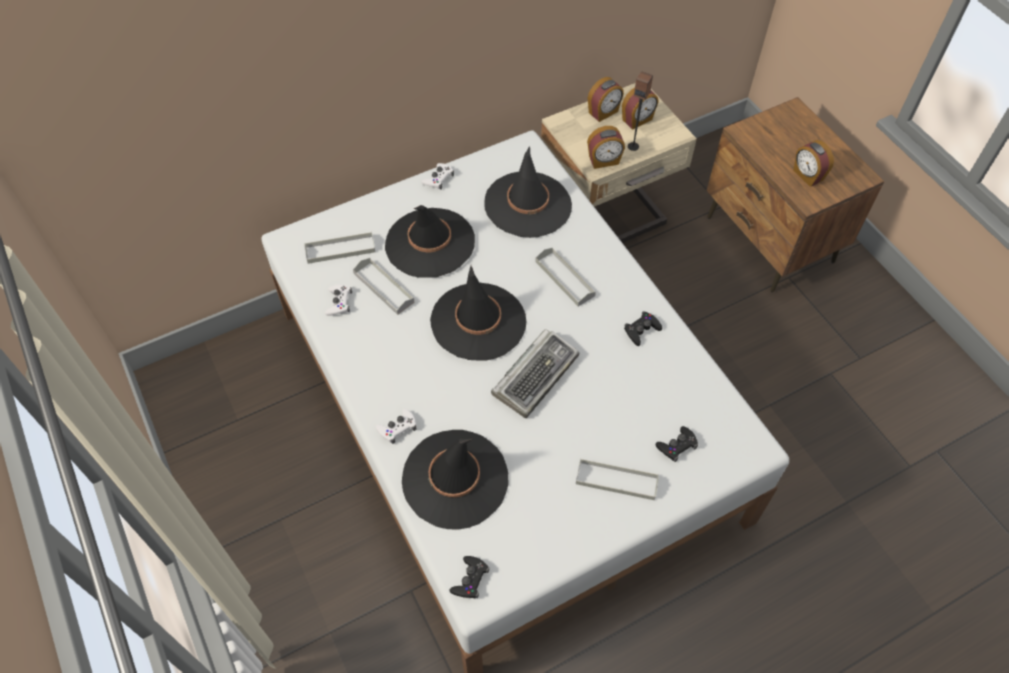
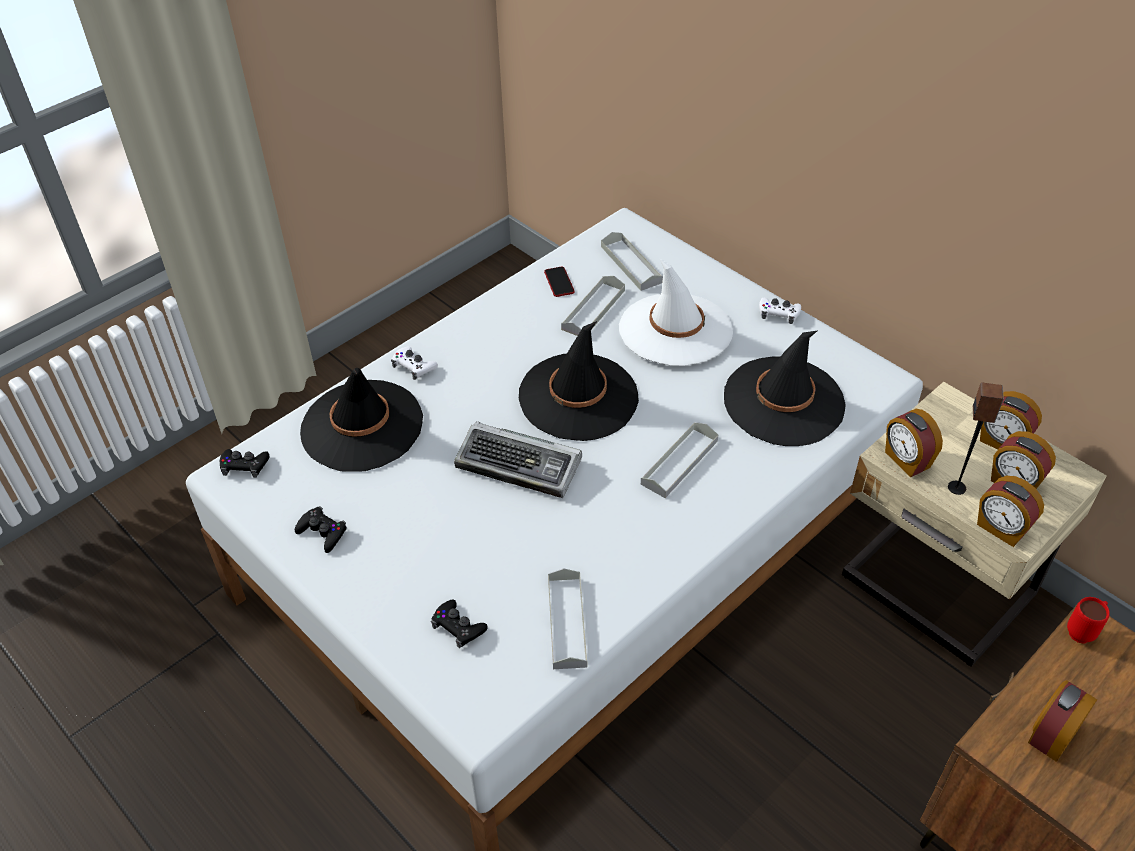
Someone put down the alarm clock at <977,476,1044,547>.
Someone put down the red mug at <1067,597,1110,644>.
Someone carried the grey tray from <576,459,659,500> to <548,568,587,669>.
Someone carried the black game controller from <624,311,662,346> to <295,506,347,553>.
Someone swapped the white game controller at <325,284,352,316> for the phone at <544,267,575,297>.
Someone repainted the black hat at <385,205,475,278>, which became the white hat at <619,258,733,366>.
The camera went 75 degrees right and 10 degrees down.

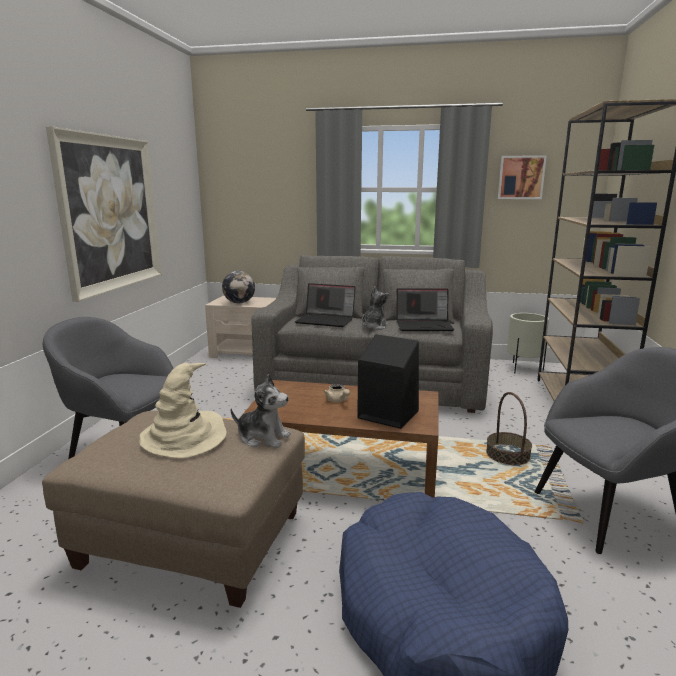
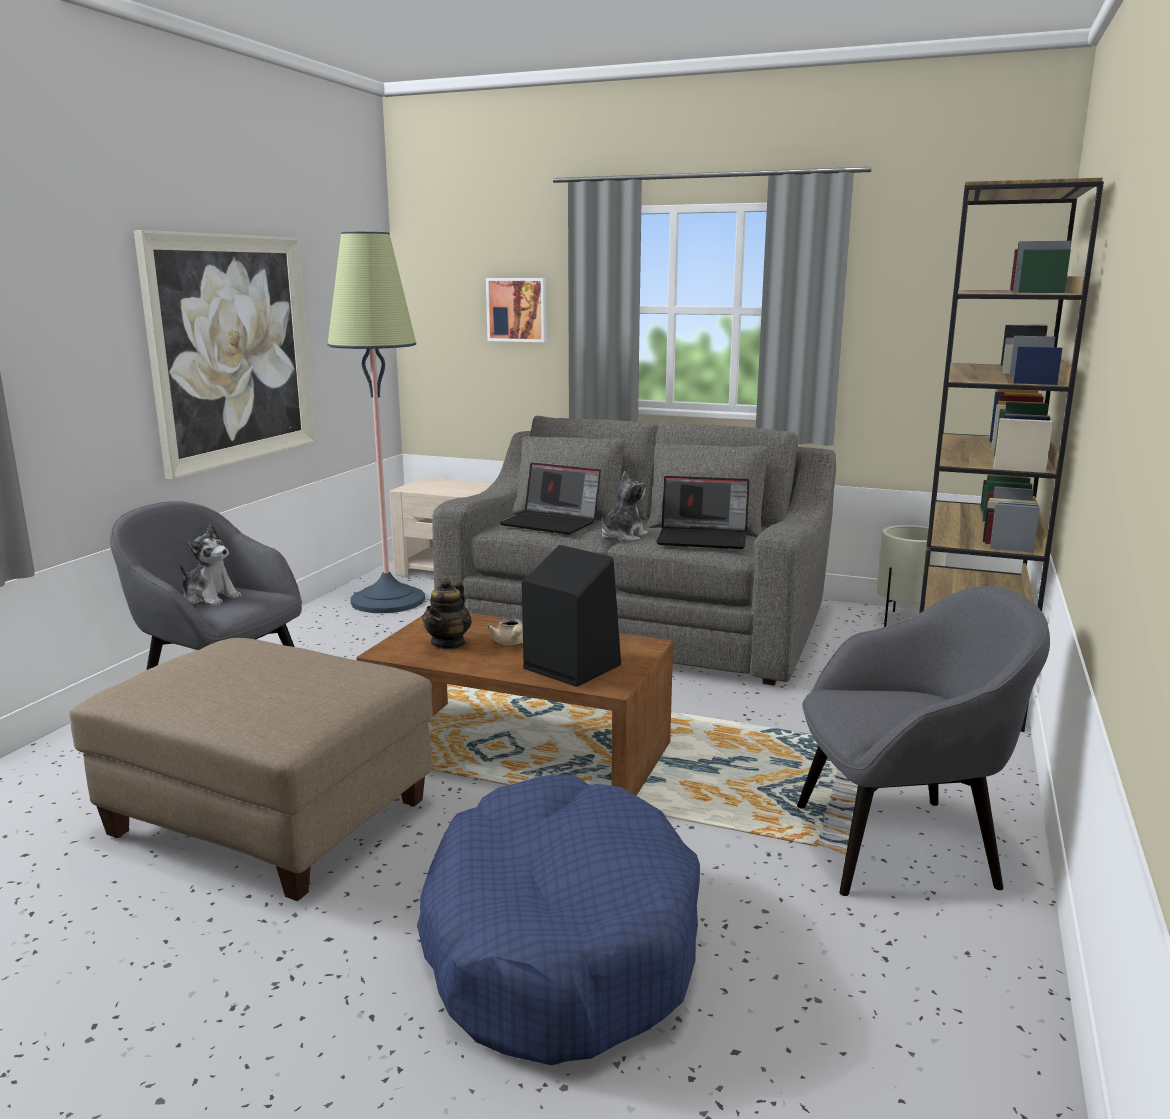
Someone took away the beige hat at <140,363,227,458>.
Someone took away the globe at <222,271,255,303>.
Someone took away the basket at <486,392,532,465>.
Someone put down the floor lamp at <327,232,425,613>.
Someone put down the teapot at <422,578,472,650>.
Someone carried the plush toy from <231,374,291,448> to <180,525,241,606>.
Someone carried the picture from <498,155,547,199> to <486,278,547,342>.
The camera went 10 degrees right and 0 degrees up.

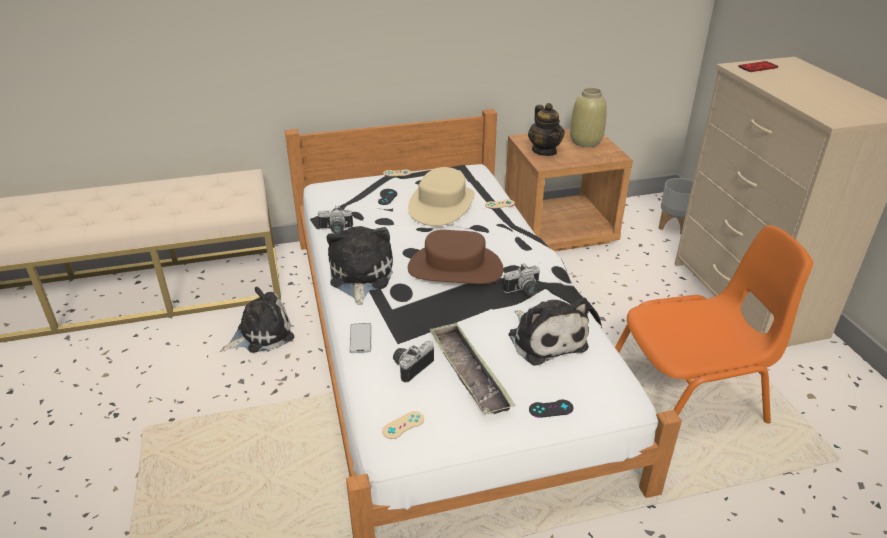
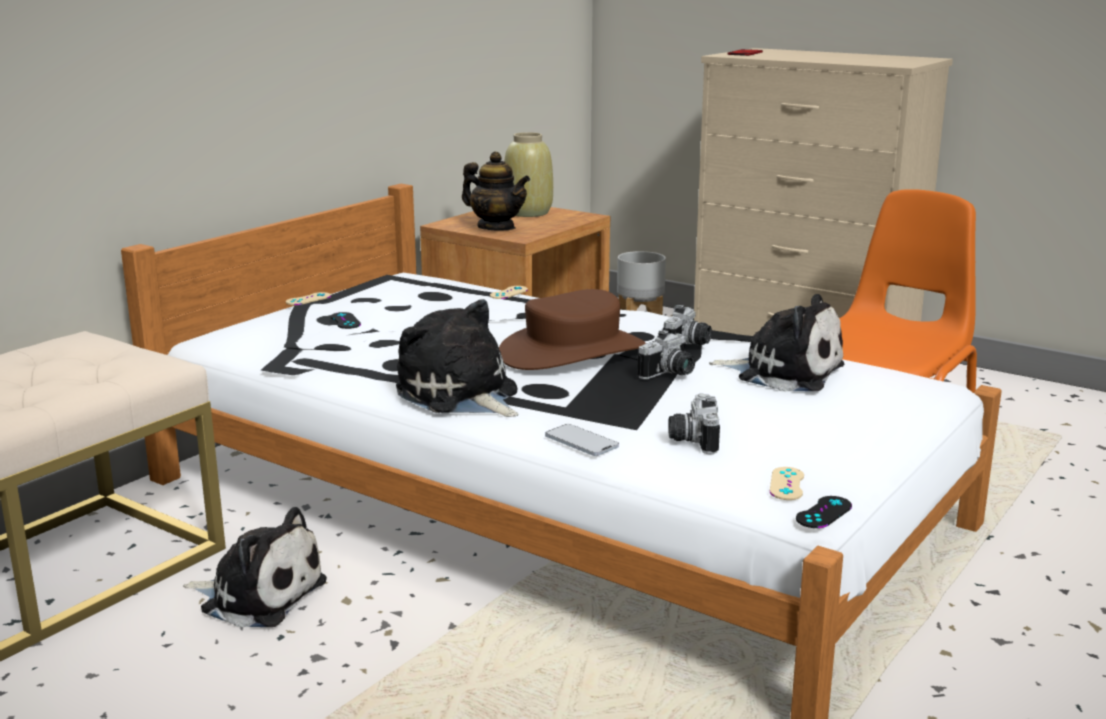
Someone took away the beige hat at <408,167,475,226>.
Someone took away the tray at <429,322,516,414>.
Someone carried the photo camera from <318,206,353,234> to <637,330,695,379>.
Someone carried the black game controller from <529,400,574,418> to <796,496,852,528>.
Someone rotated the plush toy at <222,287,294,353> by 90 degrees clockwise.
The camera went 40 degrees left and 15 degrees down.

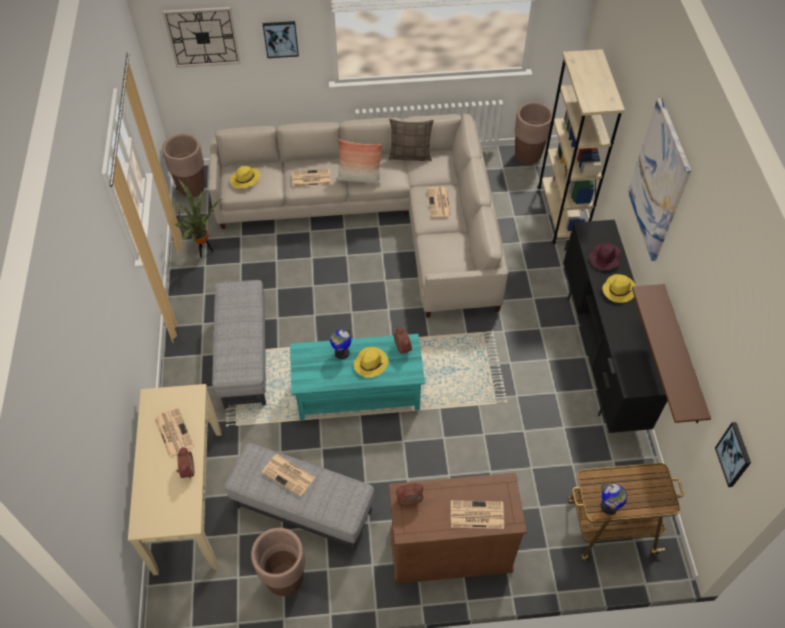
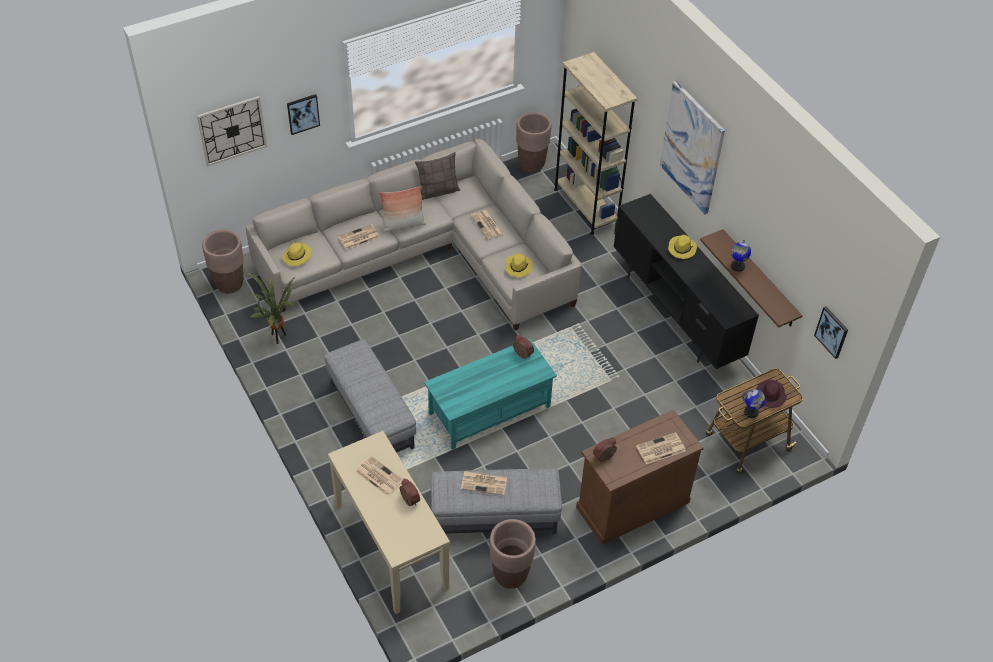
Someone carried the globe from <330,329,351,359> to <731,239,751,272>.
Someone carried the yellow hat from <354,347,389,378> to <505,253,533,277>.
Someone carried the purple hat from <589,243,622,270> to <756,380,787,408>.
The camera went 25 degrees left and 5 degrees down.

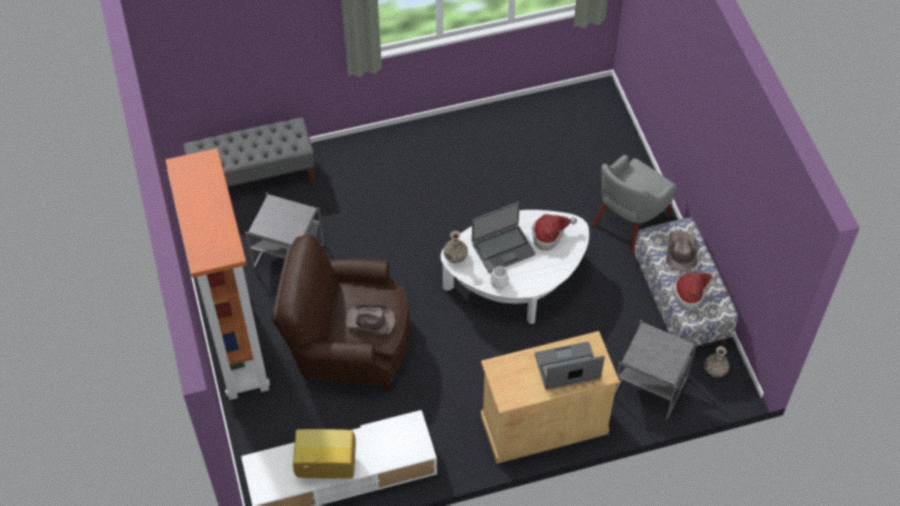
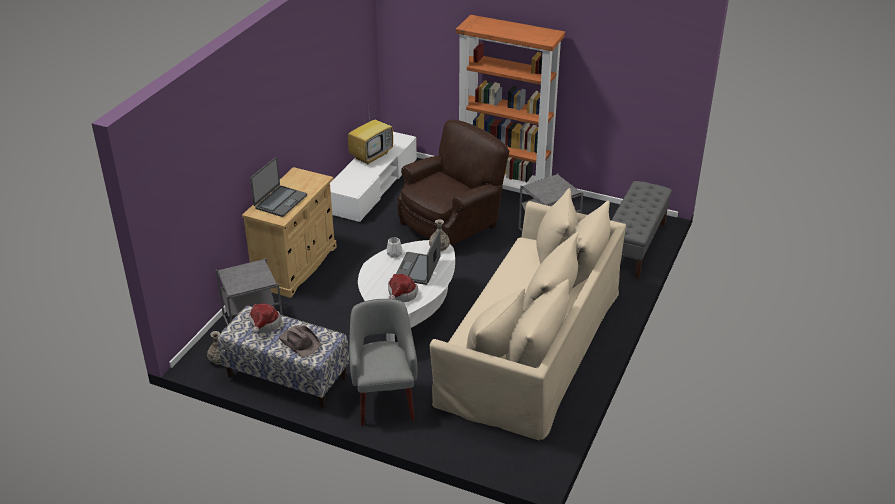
Someone took away the brown hat at <346,305,395,334>.
Someone put down the beige sofa at <430,188,626,440>.
The camera went 130 degrees right and 20 degrees down.

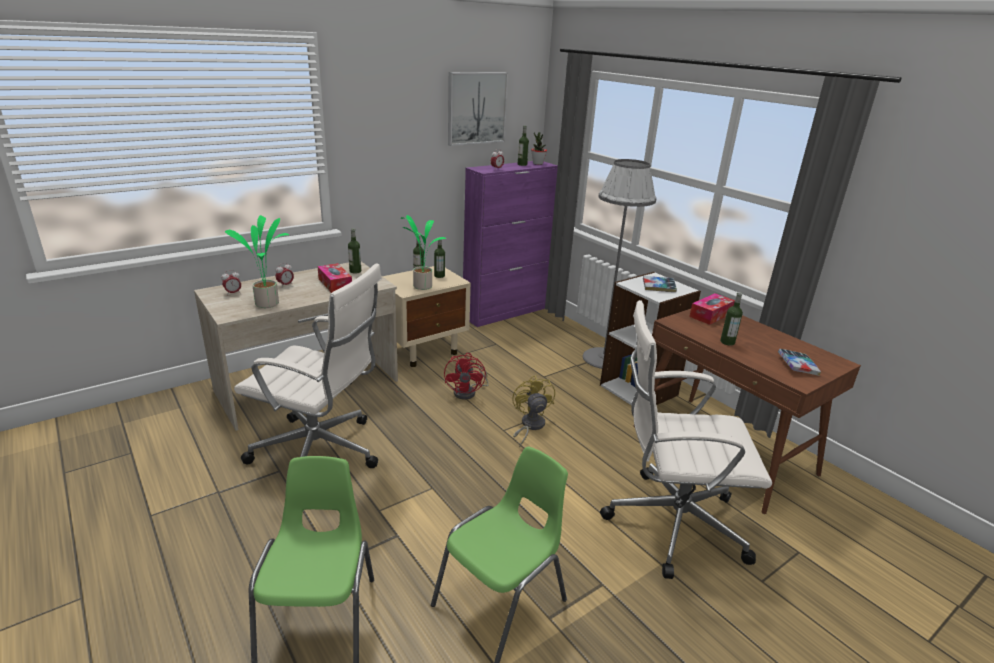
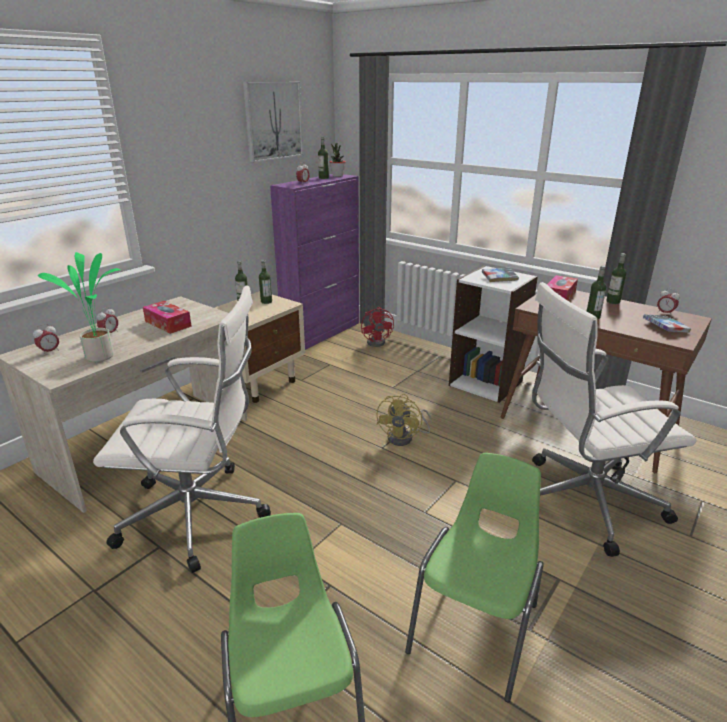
Someone took away the potted plant at <401,215,447,290>.
Someone took away the grey floor lamp at <583,159,656,369>.
Someone put down the alarm clock at <657,288,680,316>.
Someone carried the bottle from <348,228,361,274> to <606,253,627,304>.
Someone carried the red fan from <444,353,489,400> to <361,307,394,347>.
Someone rotated the yellow fan at <512,375,555,448> by 135 degrees counterclockwise.
The camera went 15 degrees left and 0 degrees up.

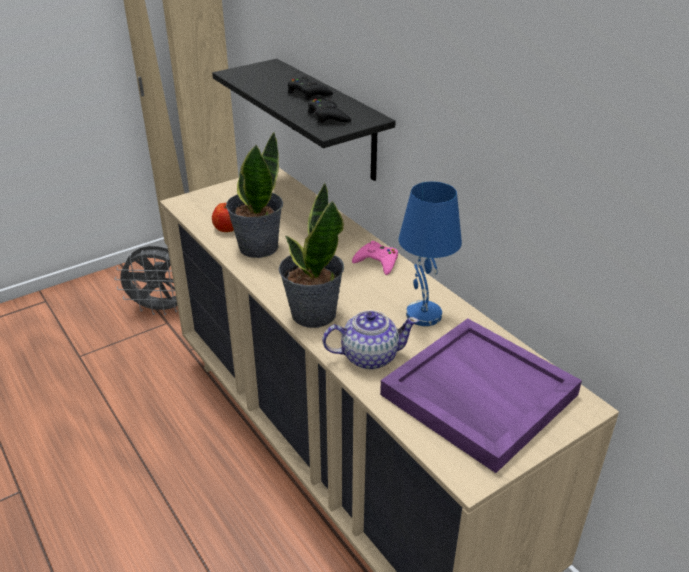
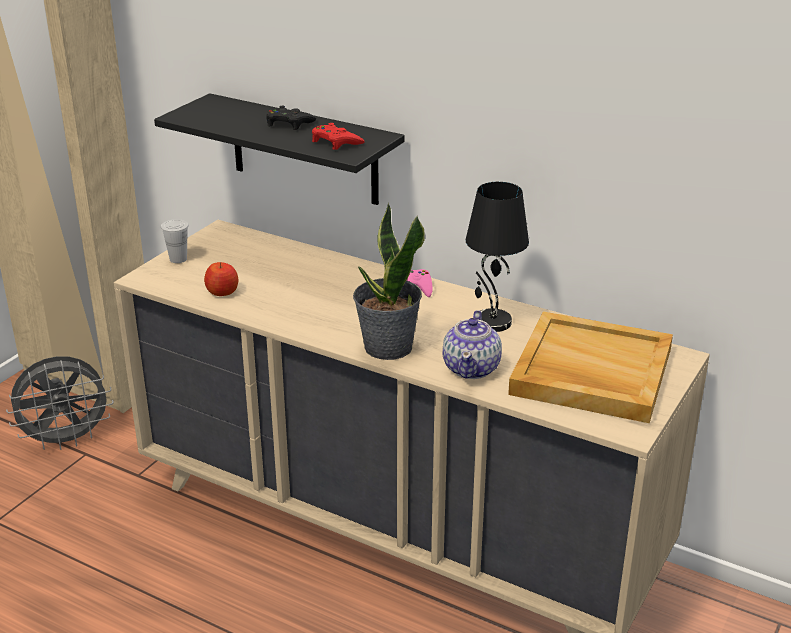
Someone took away the potted plant at <226,131,283,258>.
Someone put down the white cup at <161,219,189,263>.
Someone repainted the black game controller at <308,98,352,124>, which became the red game controller at <312,123,365,150>.
Someone repainted the purple tray at <380,318,582,473>, which became the beige tray at <508,311,673,423>.
Someone repainted the blue table lamp at <399,181,462,326>, which became the black table lamp at <466,182,529,332>.
Someone rotated the teapot at <322,310,419,369> by 135 degrees clockwise.
The camera went 25 degrees left and 5 degrees down.

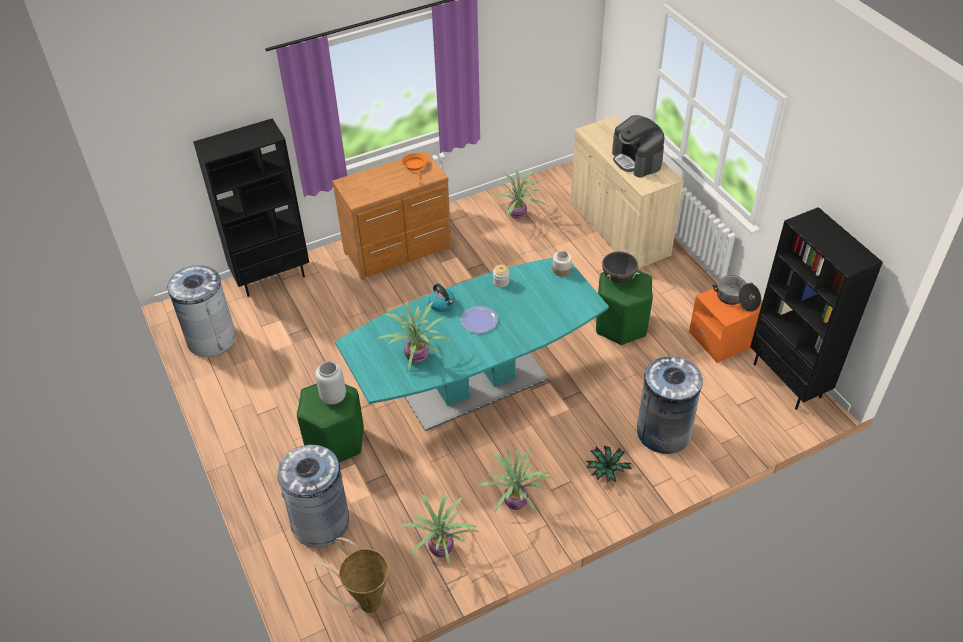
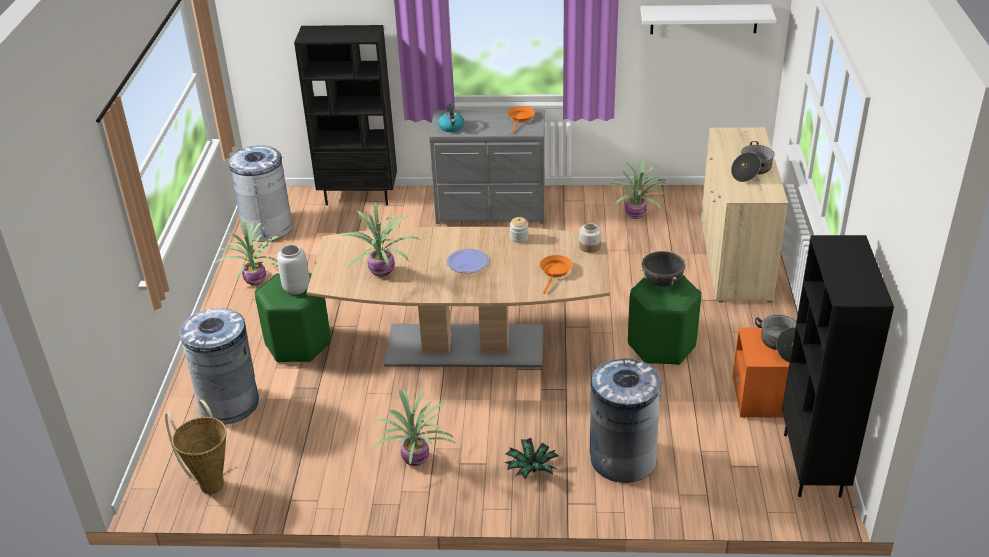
Someone put down the orange frying pan at <540,255,573,294>.
Someone put up the white shelf at <640,4,776,34>.
Someone carried the potted plant from <400,493,480,564> to <217,219,279,285>.
Someone carried the kettle from <428,284,455,312> to <438,104,464,132>.
Someone swapped the coffee machine at <612,115,664,177> for the cooking pot at <731,141,775,182>.
Someone repainted the brown dresser at <332,151,451,280>, which became the grey dresser at <429,109,545,224>.
Someone repainted the turquoise dining table at <335,258,609,431>, which became the brown dining table at <307,227,610,367>.
The camera went 30 degrees right and 10 degrees down.

